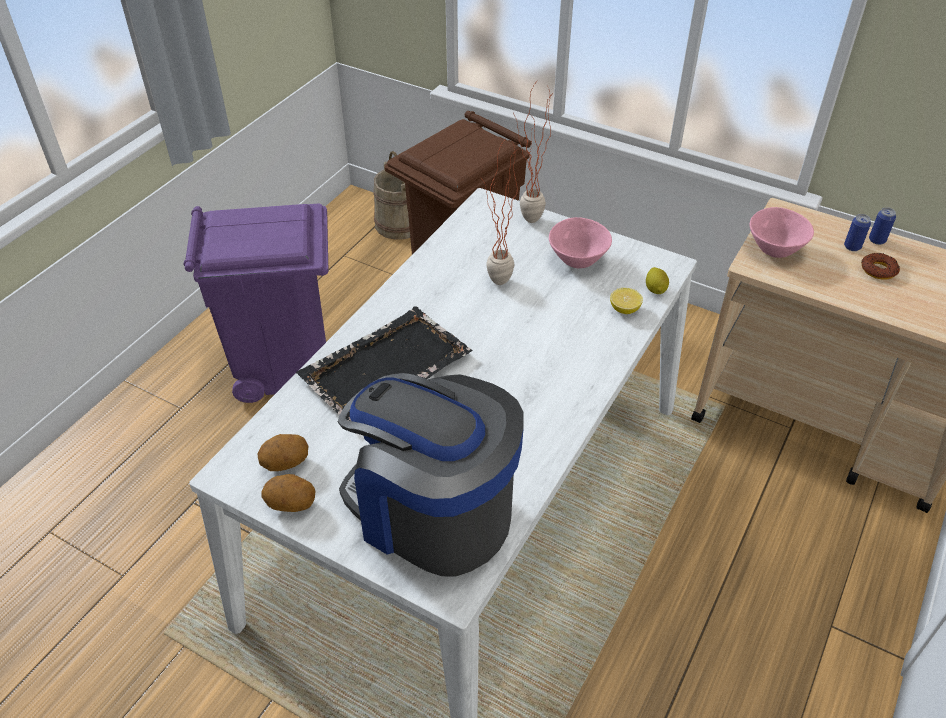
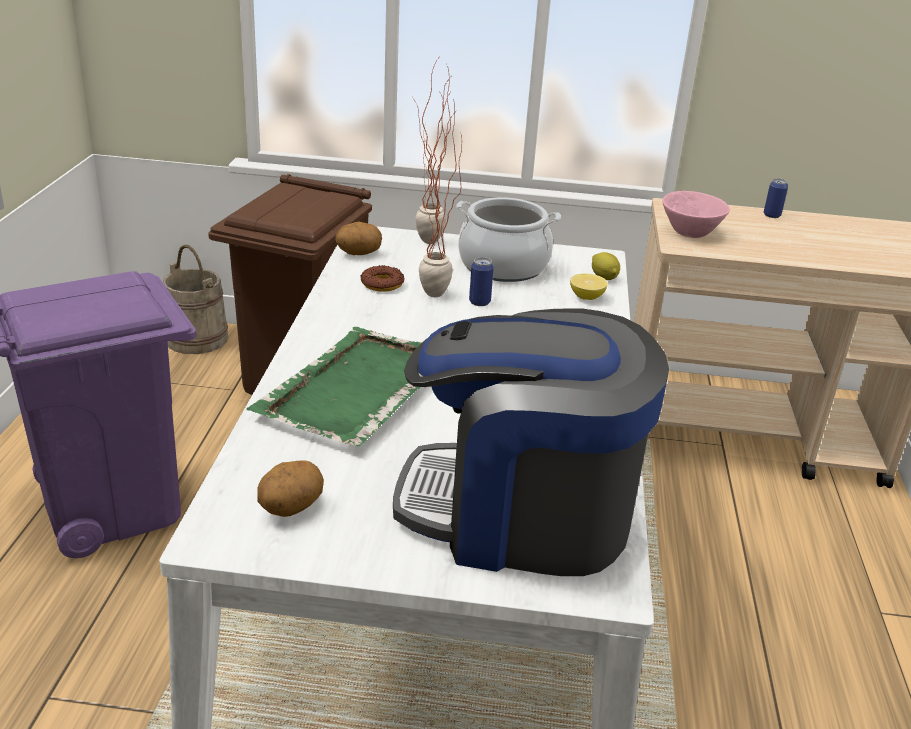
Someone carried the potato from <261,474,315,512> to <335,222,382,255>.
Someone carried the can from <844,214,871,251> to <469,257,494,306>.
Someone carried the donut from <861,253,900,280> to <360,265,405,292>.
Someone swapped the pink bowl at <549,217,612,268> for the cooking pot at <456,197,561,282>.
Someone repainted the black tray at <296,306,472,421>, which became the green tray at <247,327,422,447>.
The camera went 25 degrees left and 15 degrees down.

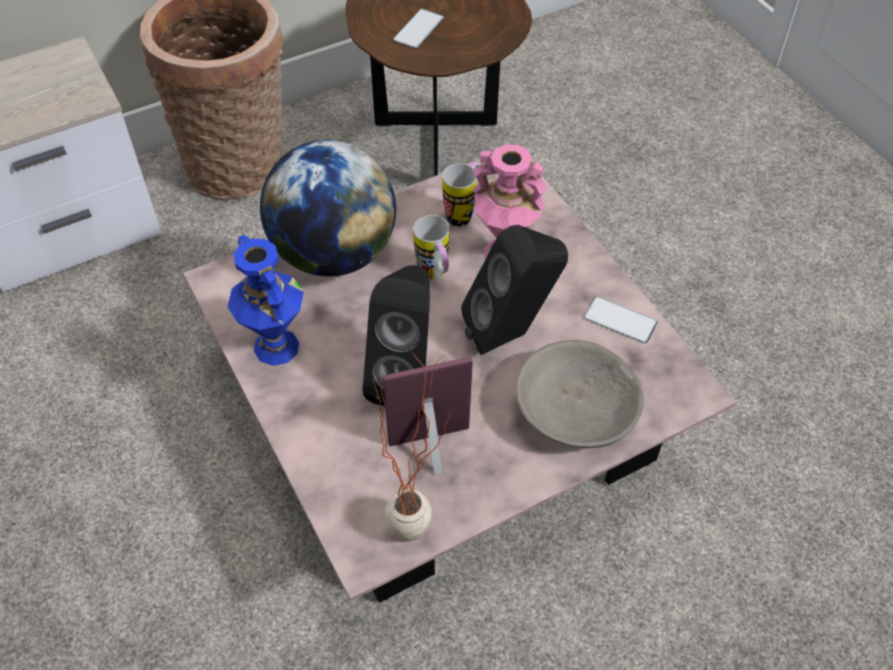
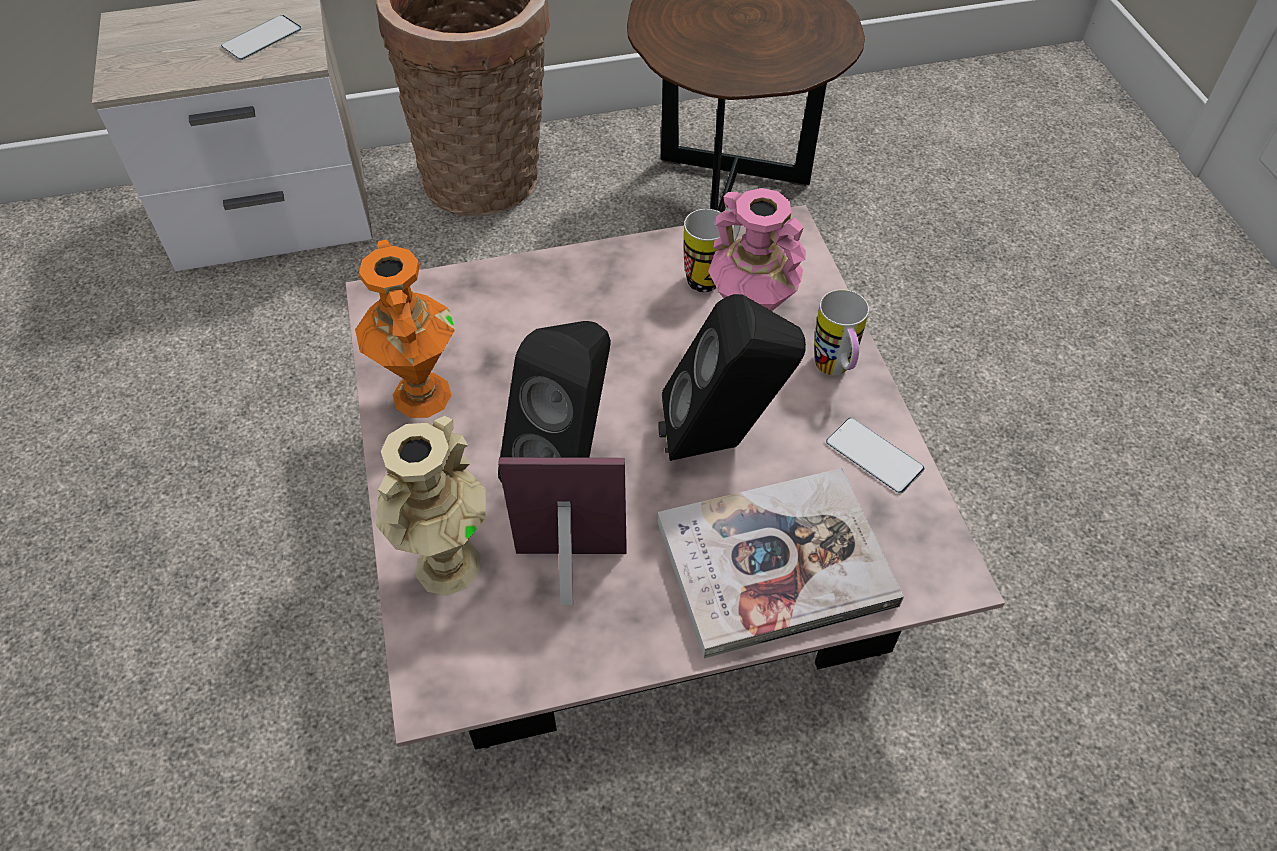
Someone took away the globe at <260,140,396,277>.
Someone took away the potted plant at <373,351,457,541>.
Someone put down the beige vase at <376,416,486,596>.
Someone carried the phone from <393,9,444,48> to <221,15,302,60>.
Someone carried the mug from <413,215,449,279> to <814,289,869,376>.
Someone swapped the grey bowl at <515,340,644,448> for the book at <658,468,904,659>.
Someone repainted the blue vase at <228,235,304,366>, which became the orange vase at <355,240,455,418>.
The camera went 15 degrees right and 0 degrees up.

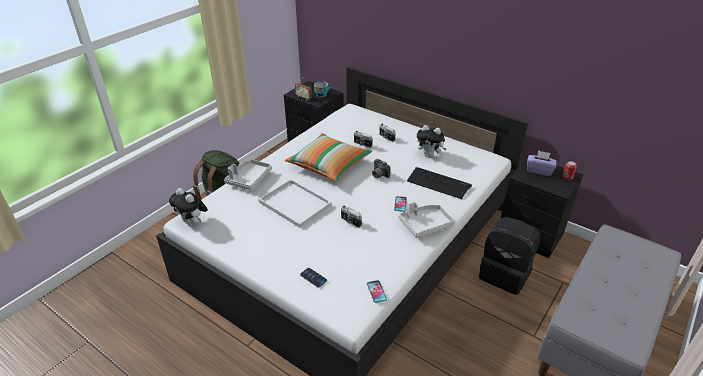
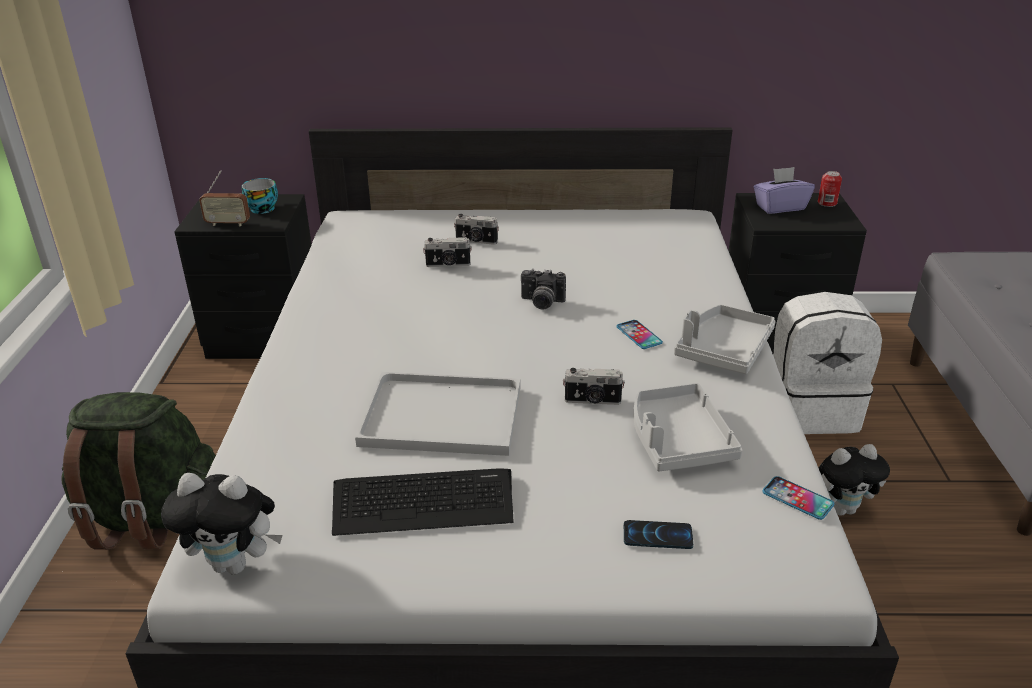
Someone took away the pillow at <285,133,372,182>.
Someone carried the grey tray from <224,159,272,190> to <634,383,742,471>.
Someone carried the keyboard from <407,167,472,199> to <332,468,514,536>.
Someone carried the plush toy from <417,125,447,158> to <818,444,890,515>.
Someone repainted the black backpack at <479,217,540,295>, which became the white backpack at <773,292,882,434>.
The camera went 35 degrees left and 5 degrees down.

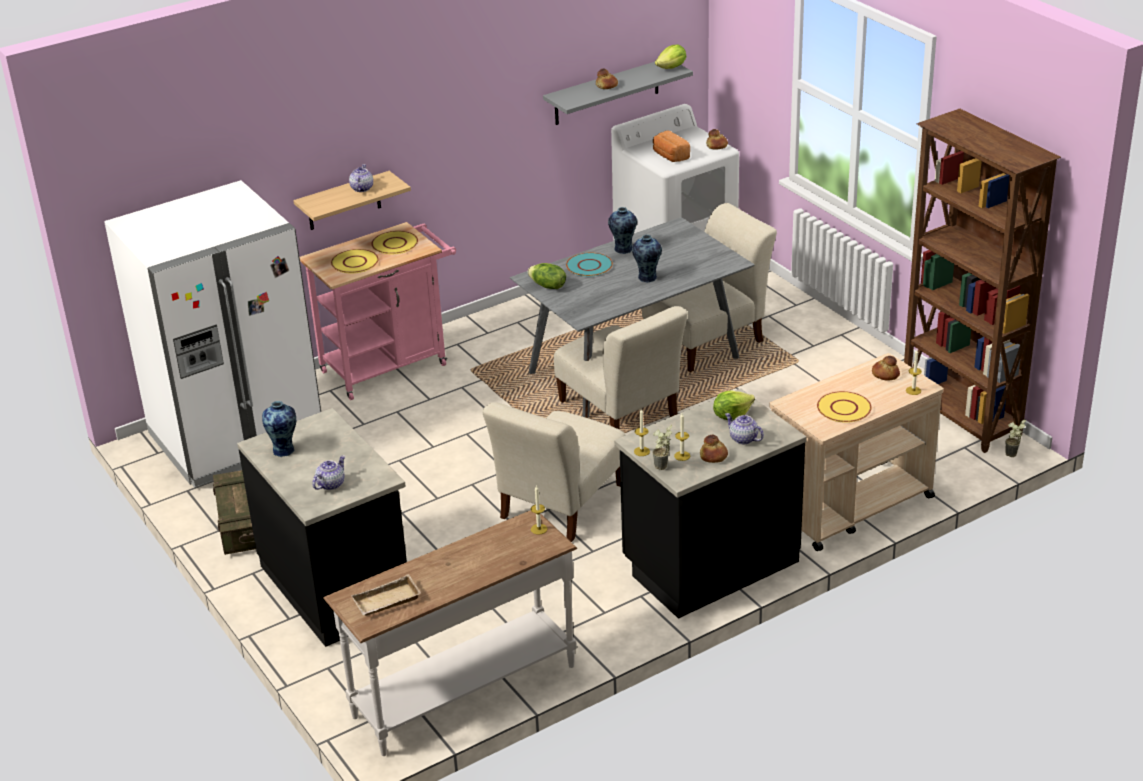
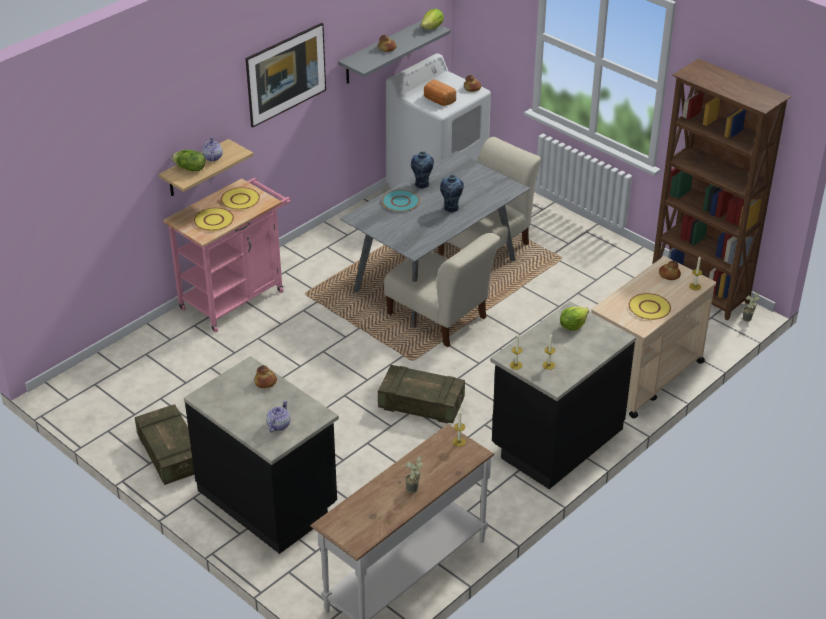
Someone took away the white fridge at <104,180,321,488>.
Someone took away the vase at <262,401,296,457>.
Someone took away the beige tray at <351,574,421,616>.
Someone took away the teapot at <725,413,764,444>.
Someone put up the picture at <246,23,326,127>.
Someone carried the lettuce from <528,263,566,289> to <171,150,205,171>.
Someone carried the potted plant from <652,424,672,470> to <405,456,423,493>.
Someone carried the bread from <700,435,728,463> to <254,365,277,388>.
Someone swapped the beige chair at <482,402,626,542> for the crate at <378,365,465,424>.
The camera went 15 degrees left and 5 degrees up.

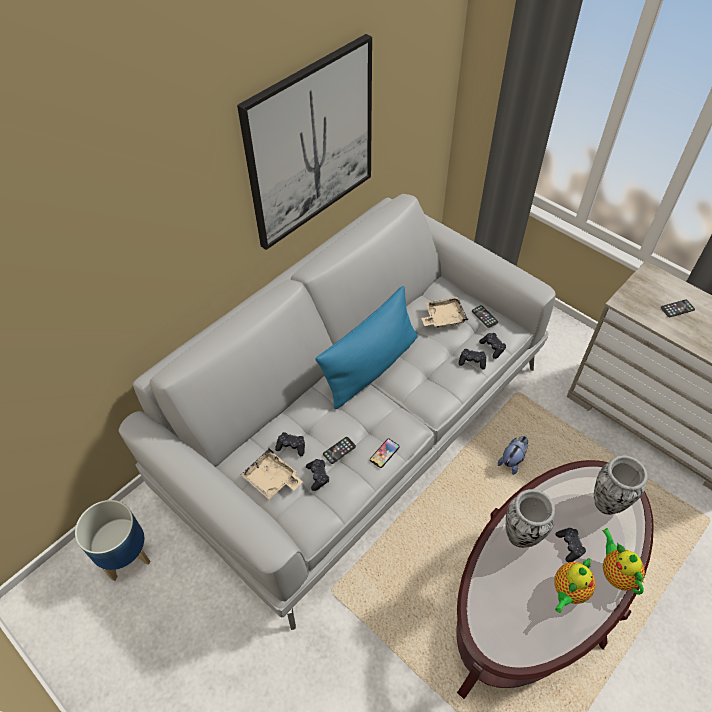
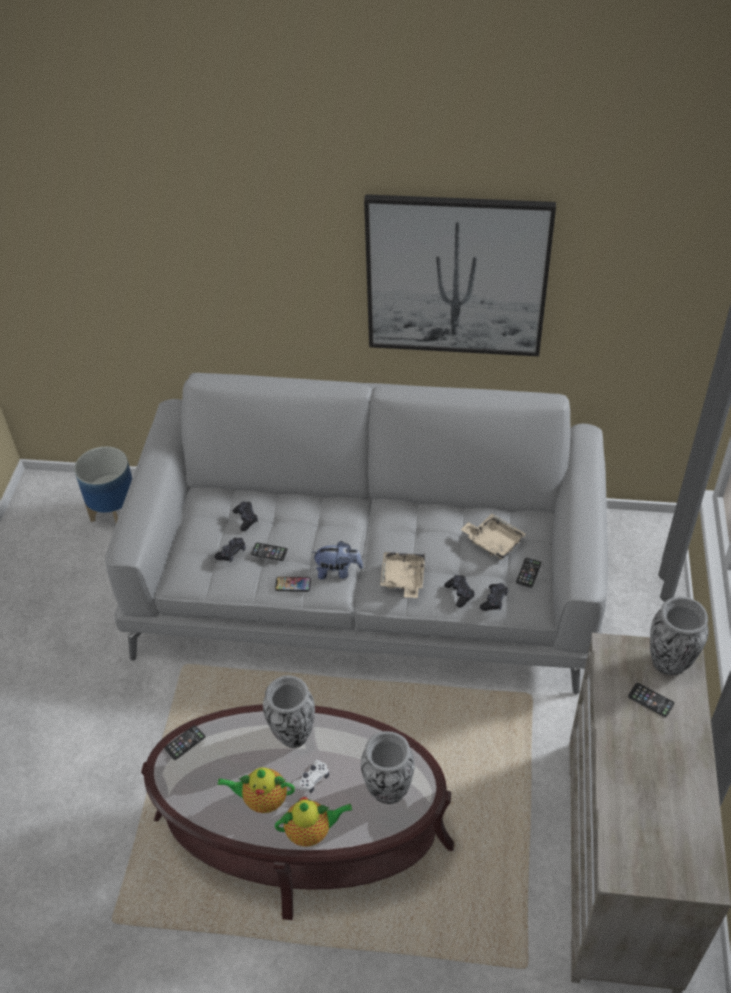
Someone took away the blue pillow at <316,286,418,409>.
Someone put down the phone at <165,725,205,760>.
Someone put down the vase at <650,597,709,675>.
Someone carried the beige tray from <240,447,303,499> to <380,552,425,598>.
Someone carried the plush toy from <498,436,528,475> to <312,541,363,580>.
Someone repainted the black game controller at <556,528,586,562>, which became the white game controller at <292,760,329,793>.
Someone rotated the teapot at <602,528,645,595> by 45 degrees clockwise.
The camera went 55 degrees right and 5 degrees down.

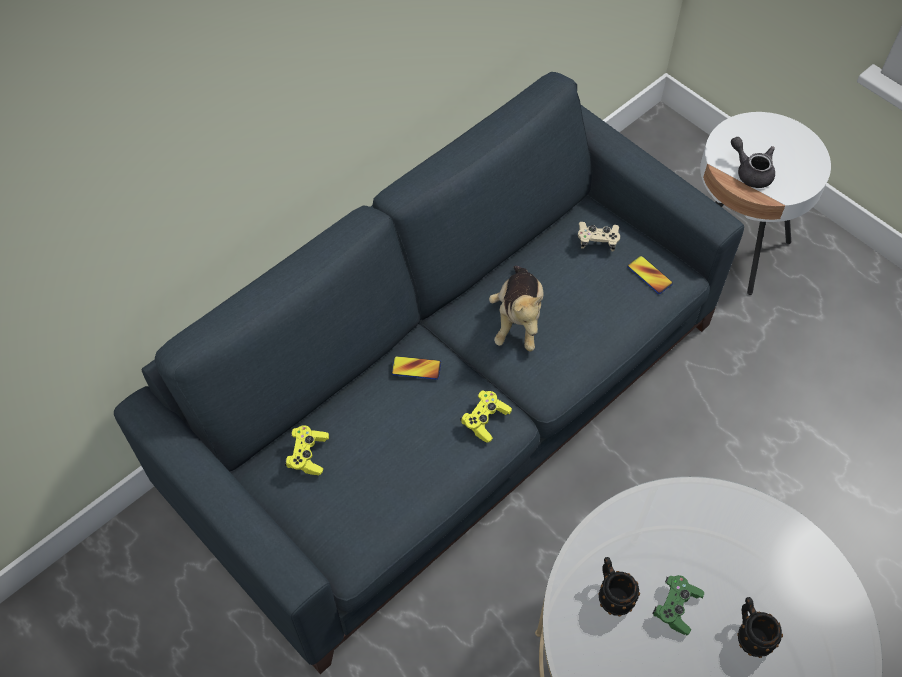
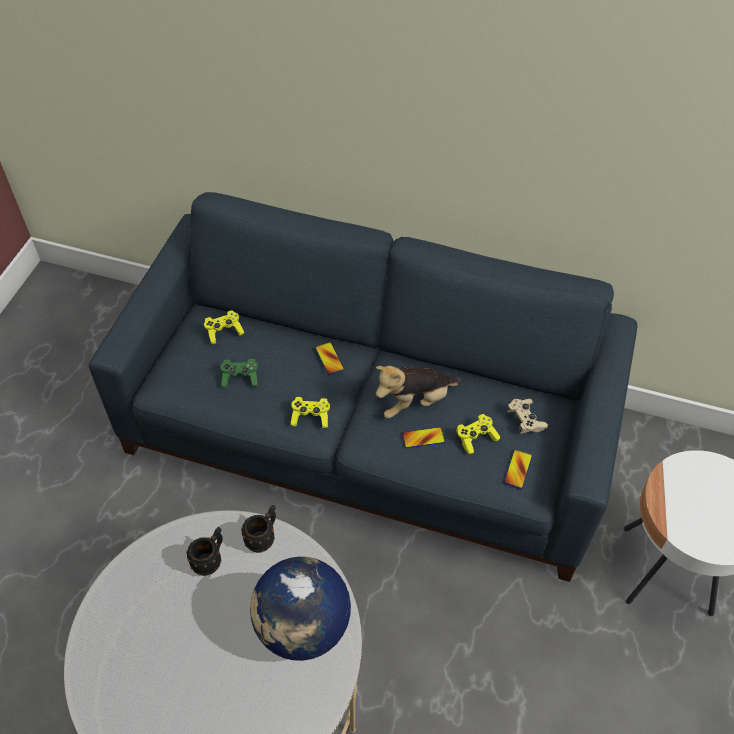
Someone took away the grey teapot at <731,137,775,188>.
Someone put down the globe at <250,557,351,661>.
Someone put down the phone at <401,427,445,448>.
Someone put down the yellow game controller at <456,414,500,454>.
Someone carried the green game controller from <653,575,704,636> to <220,358,258,388>.
Someone carried the black mug from <737,597,783,658> to <241,505,276,553>.
The camera went 60 degrees right and 5 degrees down.

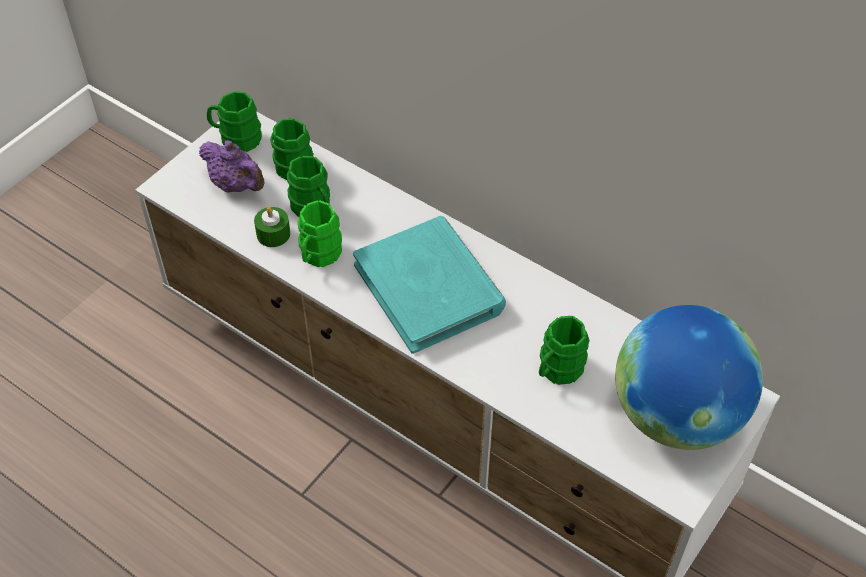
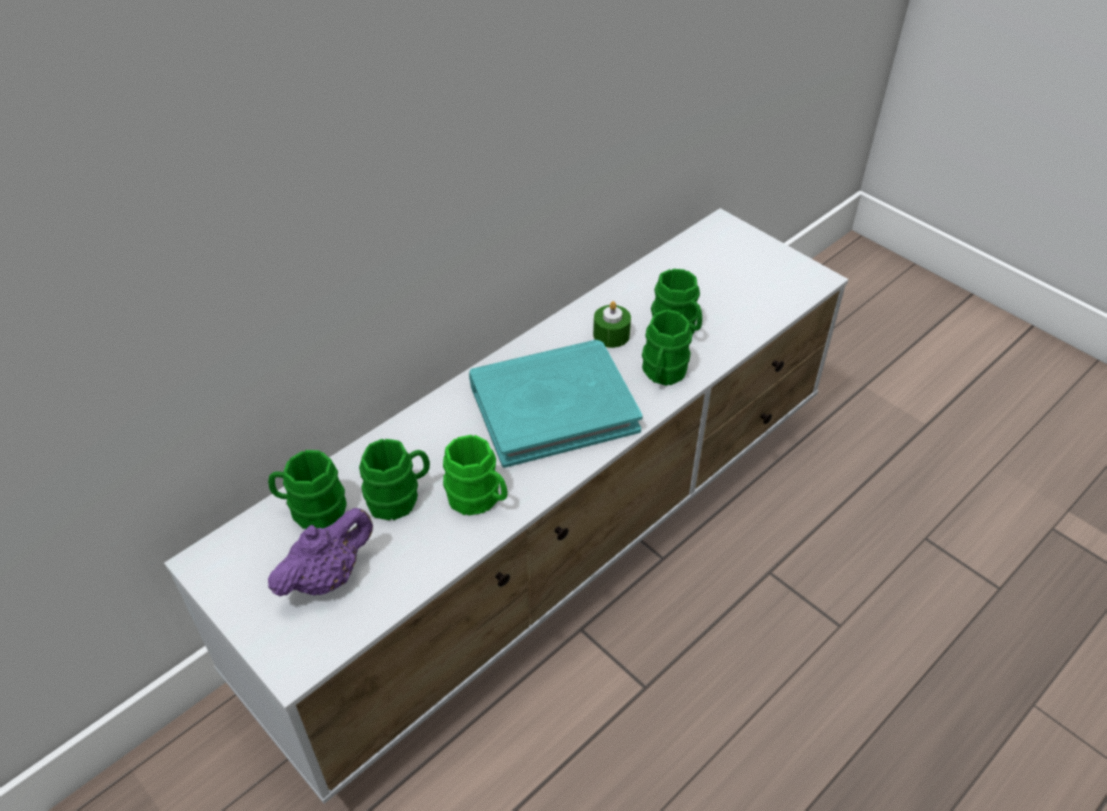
Someone took away the globe at <615,305,763,450>.
Someone carried the green mug from <207,91,262,152> to <642,310,692,386>.
Someone carried the green candle from <254,206,290,247> to <593,301,631,348>.
The camera went 80 degrees left and 5 degrees down.

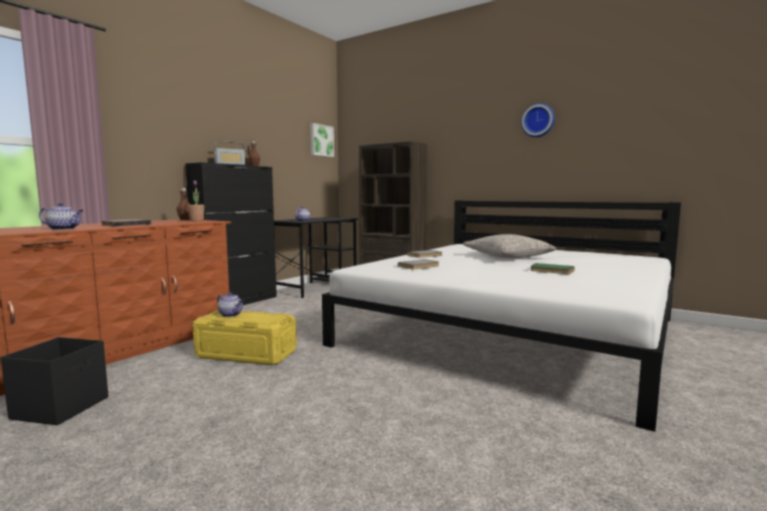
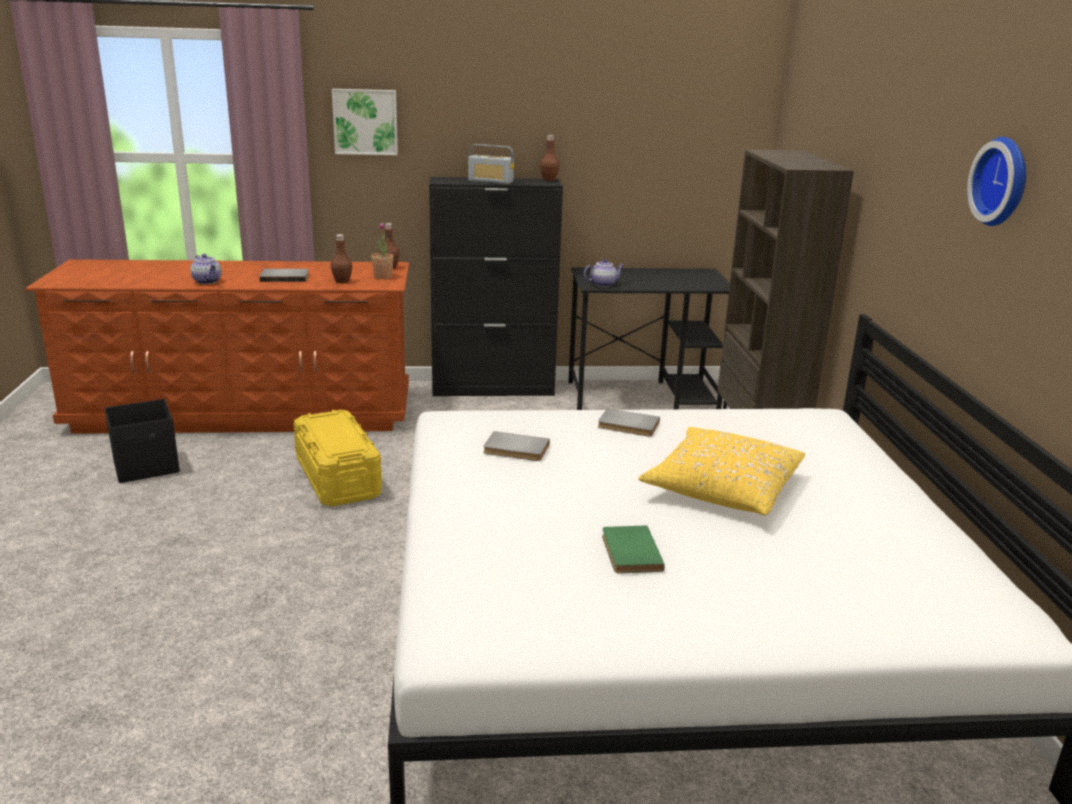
Someone took away the teapot at <217,292,243,317>.
Someone put down the brown bottle at <331,234,352,283>.
Someone carried the picture from <311,123,334,157> to <332,89,398,155>.
Someone repainted the grey pillow at <463,234,556,258>, which became the yellow pillow at <638,427,805,516>.
The camera went 50 degrees right and 15 degrees up.

